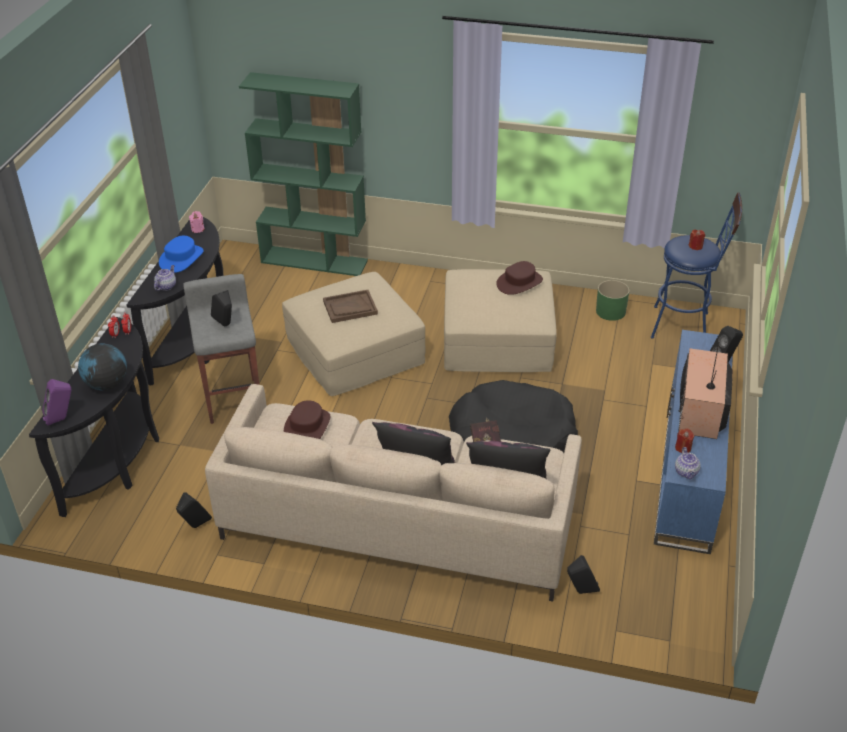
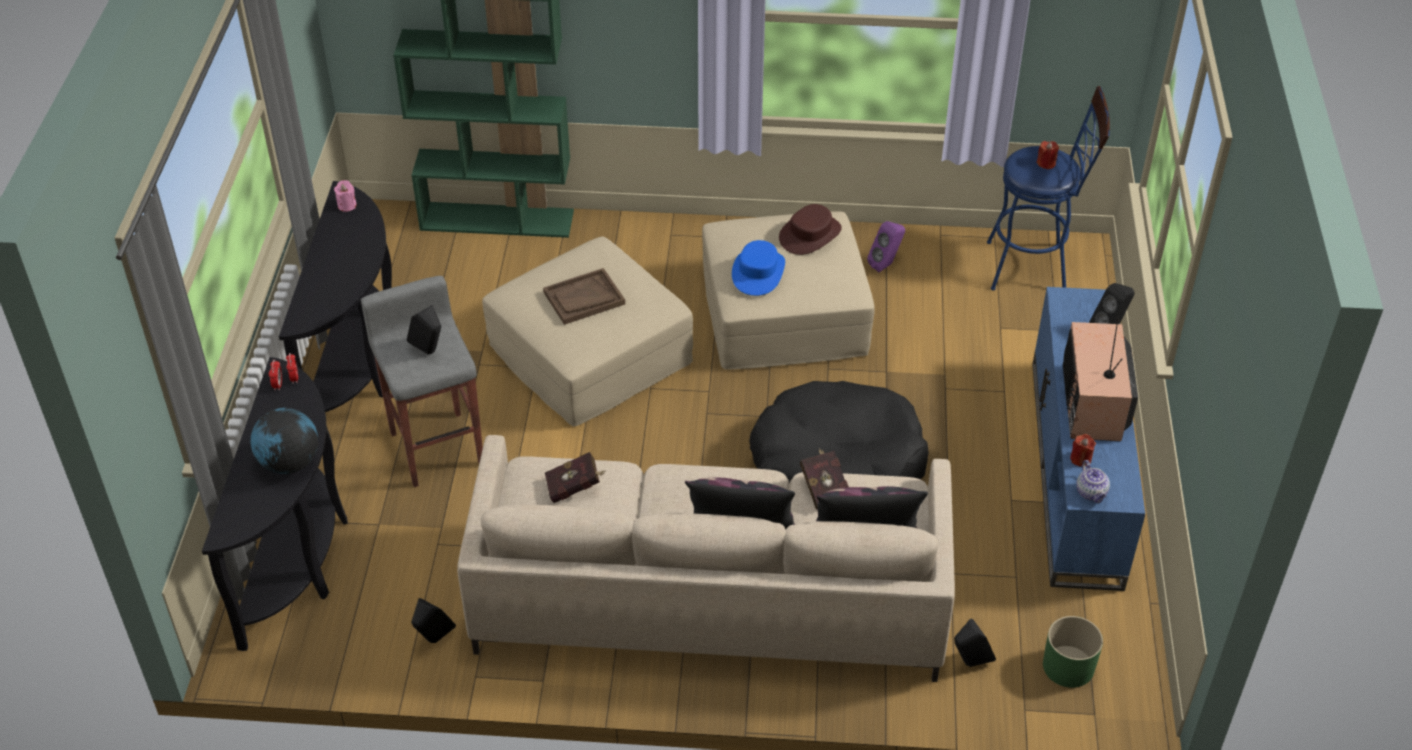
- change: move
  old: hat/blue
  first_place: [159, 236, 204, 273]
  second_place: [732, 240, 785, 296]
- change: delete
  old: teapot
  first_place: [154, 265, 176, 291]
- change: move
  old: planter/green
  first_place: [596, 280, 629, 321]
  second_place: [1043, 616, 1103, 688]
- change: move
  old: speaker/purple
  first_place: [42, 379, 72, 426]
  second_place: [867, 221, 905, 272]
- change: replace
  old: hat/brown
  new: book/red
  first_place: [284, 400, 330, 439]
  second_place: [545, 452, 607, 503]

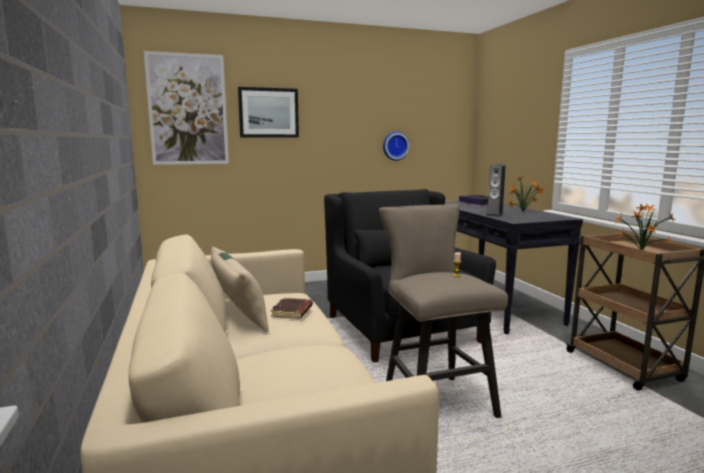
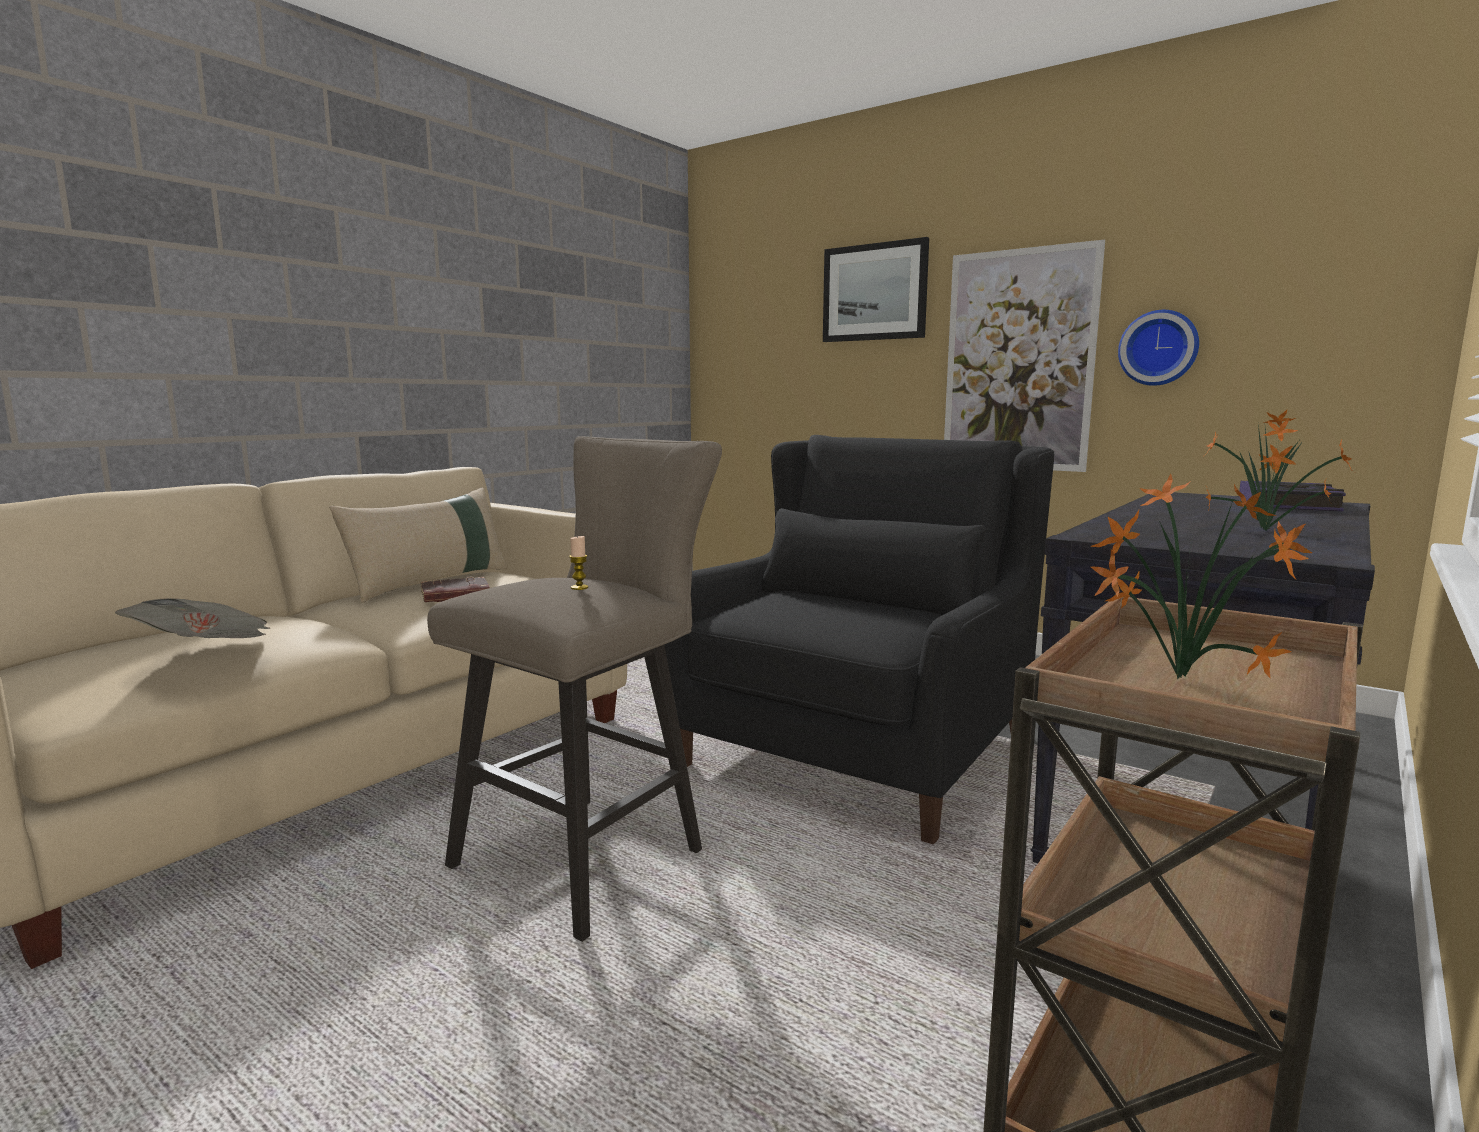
- change: move
  old: picture
  first_place: [144, 51, 229, 165]
  second_place: [944, 239, 1105, 472]
- change: delete
  old: speaker
  first_place: [486, 164, 506, 217]
- change: insert
  new: newspaper
  second_place: [115, 598, 270, 638]

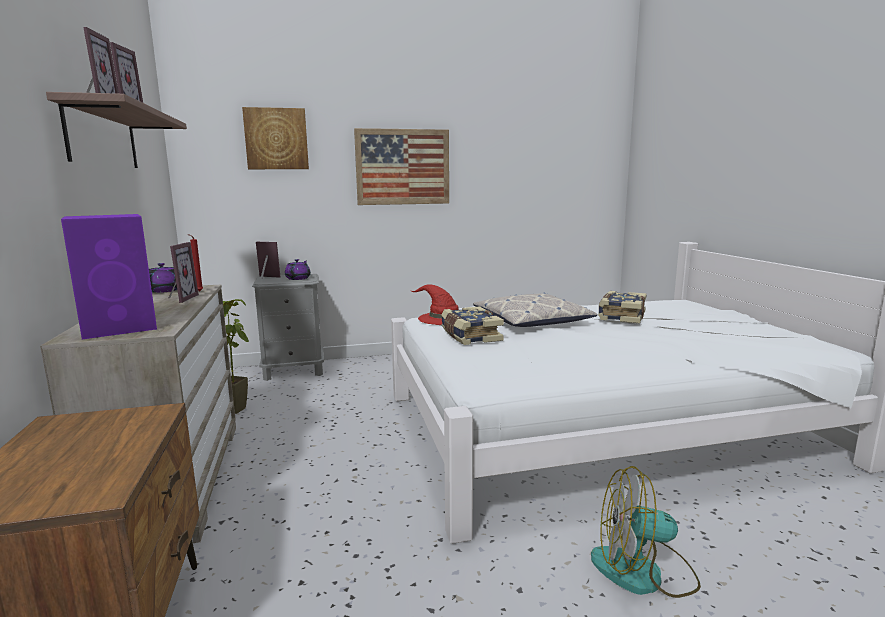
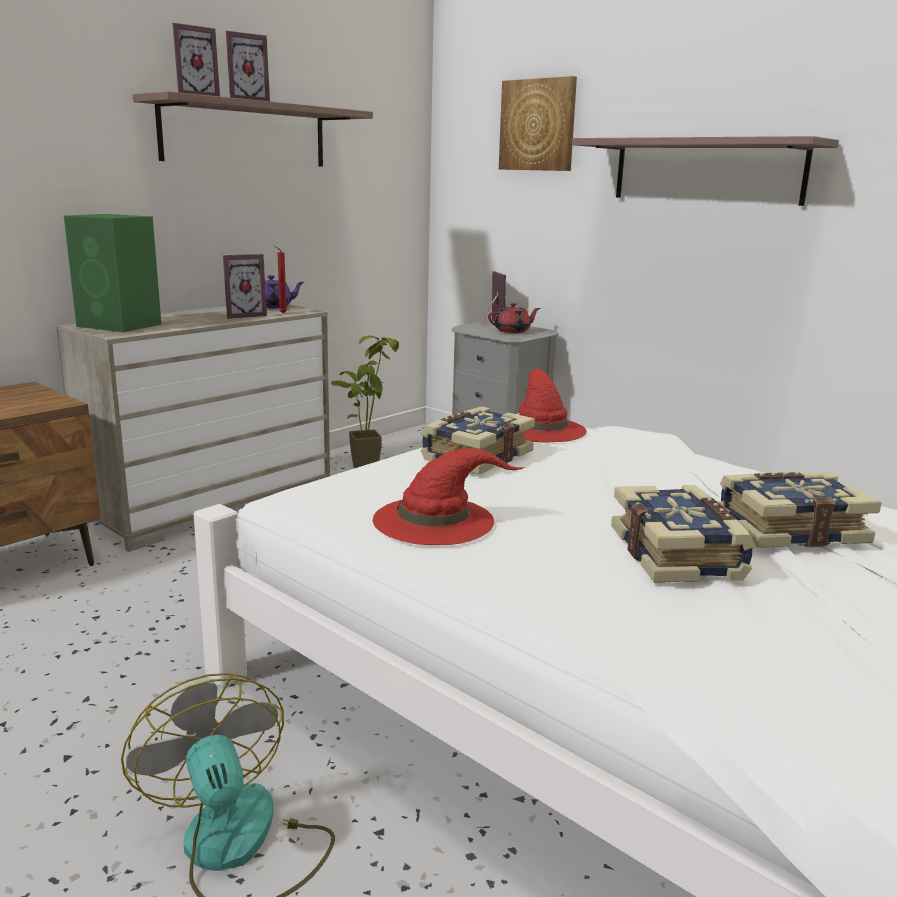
- change: replace
  old: picture
  new: shelf
  first_place: [354, 128, 449, 205]
  second_place: [572, 136, 839, 206]
- change: recolor
  old: speaker/purple
  new: speaker/green
  first_place: [61, 214, 157, 339]
  second_place: [64, 214, 161, 332]
- change: recolor
  old: teapot/purple
  new: teapot/red
  first_place: [285, 259, 311, 280]
  second_place: [488, 303, 540, 333]
- change: delete
  old: pillow
  first_place: [473, 292, 598, 327]
- change: insert
  new: hat/red
  second_place: [373, 448, 524, 545]
- change: insert
  new: book
  second_place: [611, 485, 755, 583]

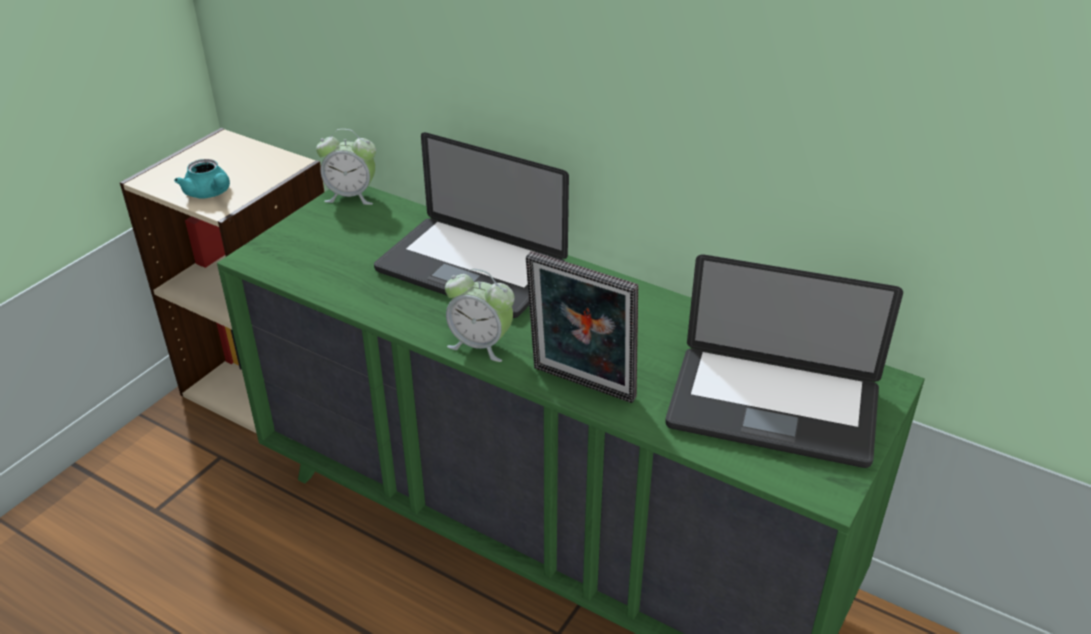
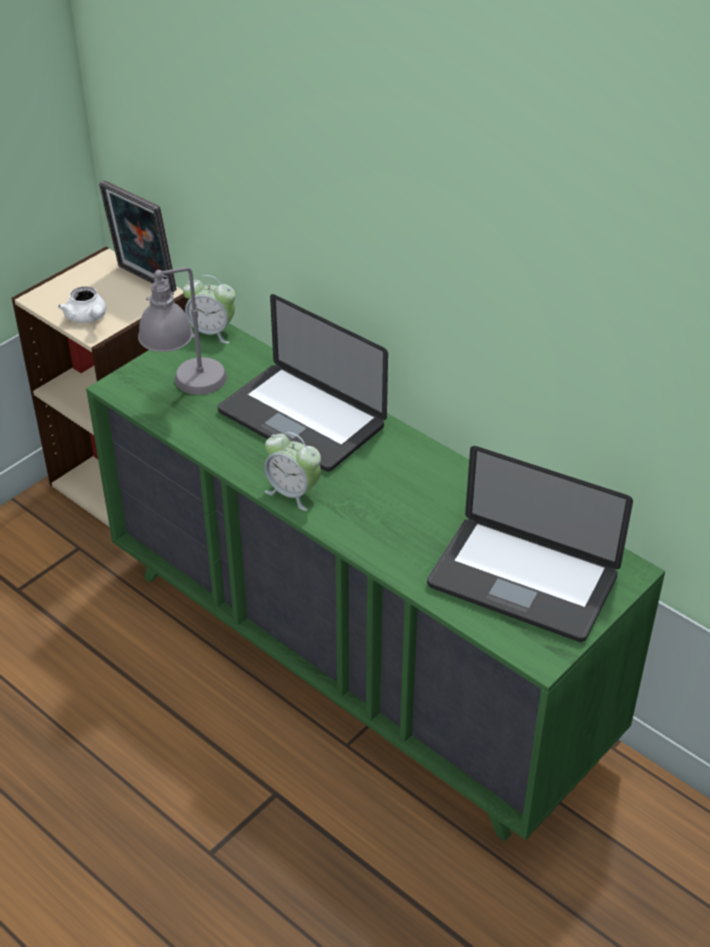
- change: recolor
  old: teapot/turquoise
  new: teapot/white
  first_place: [174, 159, 230, 199]
  second_place: [58, 286, 106, 323]
- change: move
  old: picture frame
  first_place: [526, 251, 638, 403]
  second_place: [99, 180, 177, 292]
- change: insert
  new: table lamp/grey
  second_place: [138, 267, 227, 395]

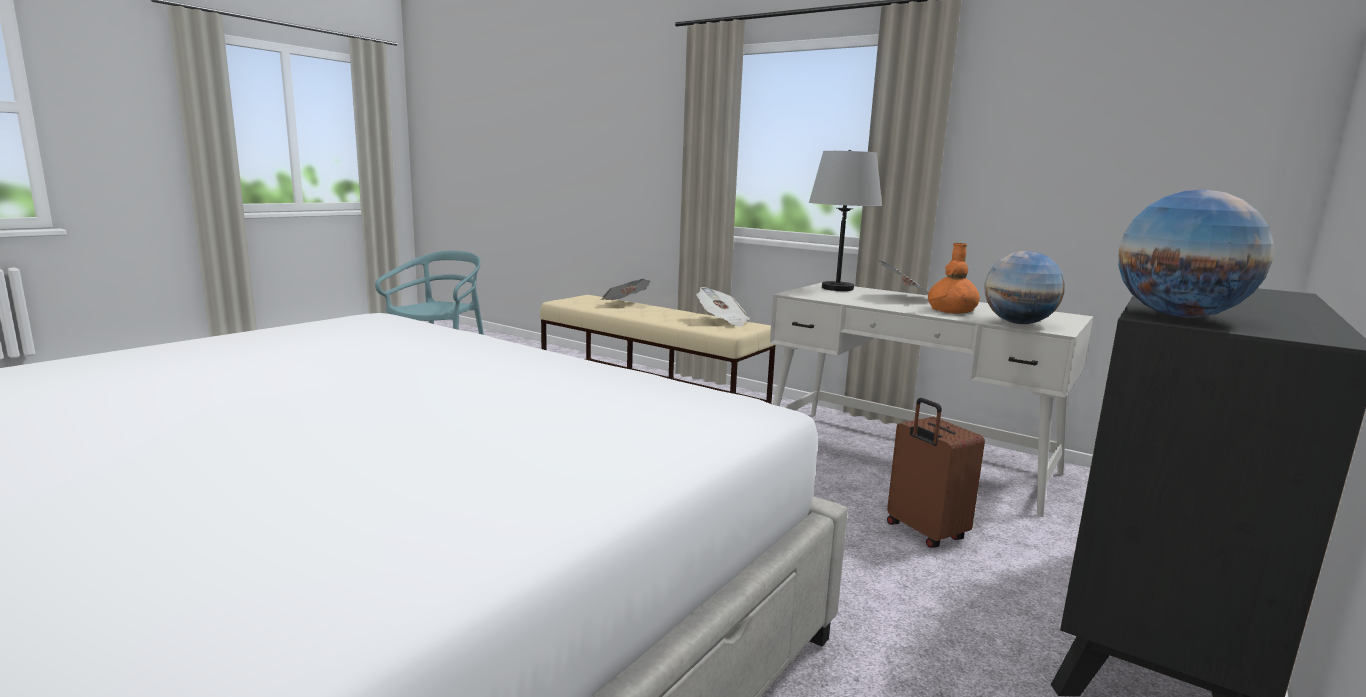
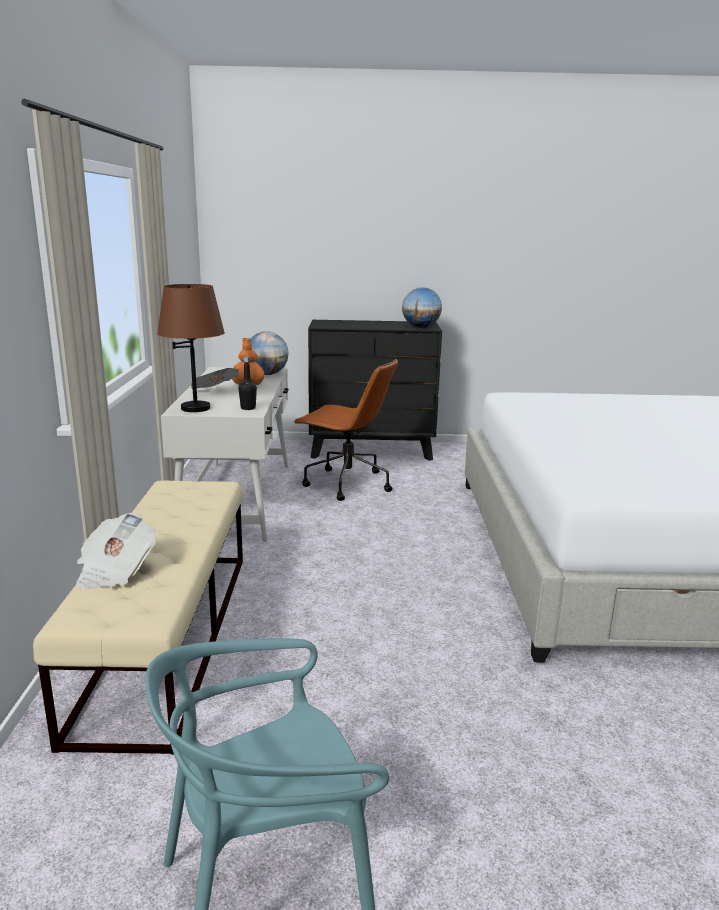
- change: recolor
  old: table lamp/grey
  new: table lamp/brown
  first_place: [809, 150, 882, 291]
  second_place: [157, 284, 225, 412]
- change: delete
  old: newspaper
  first_place: [697, 287, 750, 327]
- change: replace
  old: suitcase/brown
  new: office chair/brown
  first_place: [887, 398, 985, 548]
  second_place: [294, 358, 398, 501]
- change: insert
  new: bottle/black
  second_place: [238, 356, 257, 410]

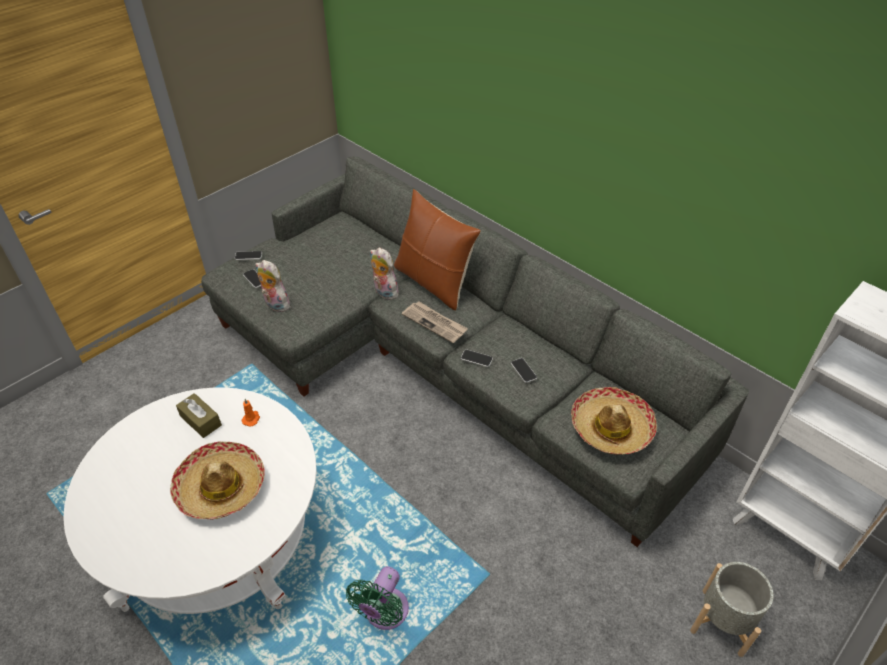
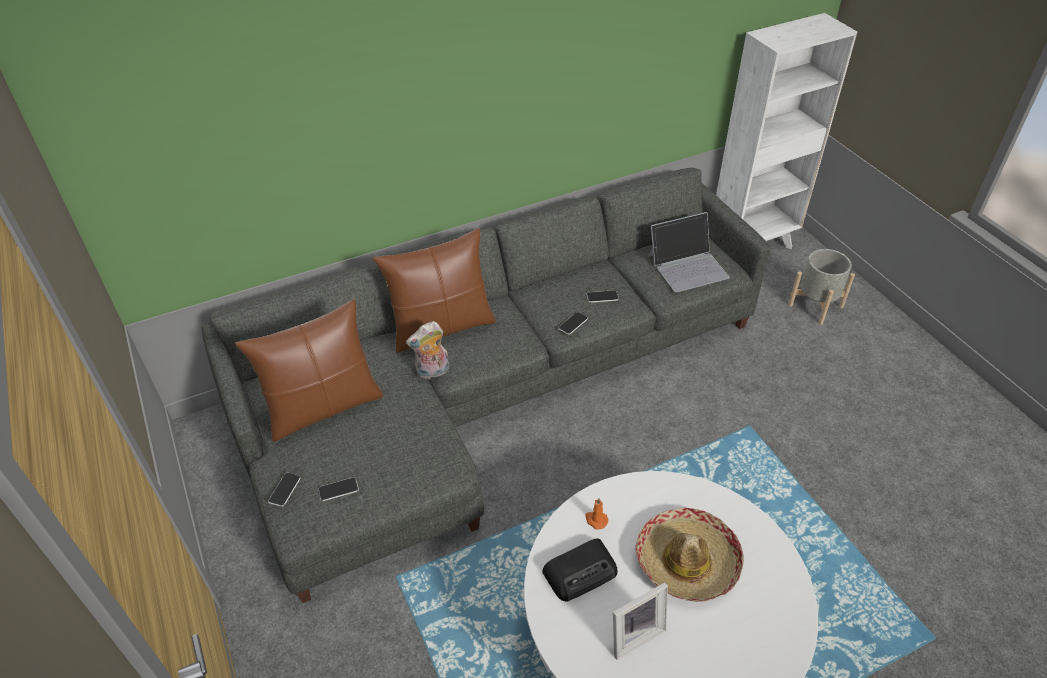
- change: delete
  old: plush toy
  first_place: [255, 260, 292, 312]
- change: delete
  old: newspaper
  first_place: [402, 302, 468, 343]
- change: replace
  old: hat
  new: laptop
  first_place: [571, 387, 657, 455]
  second_place: [648, 212, 730, 292]
- change: replace
  old: tissue box/brown
  new: radio
  first_place: [176, 393, 222, 438]
  second_place: [542, 539, 618, 601]
- change: delete
  old: fan/green
  first_place: [346, 566, 409, 630]
- change: insert
  new: pillow/brown
  second_place: [235, 299, 383, 442]
- change: insert
  new: picture frame
  second_place: [613, 582, 668, 660]

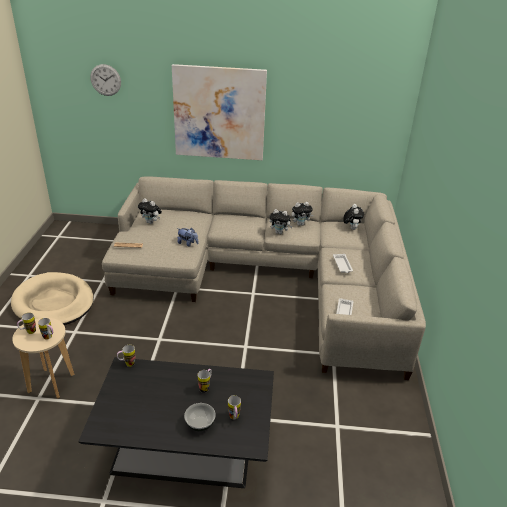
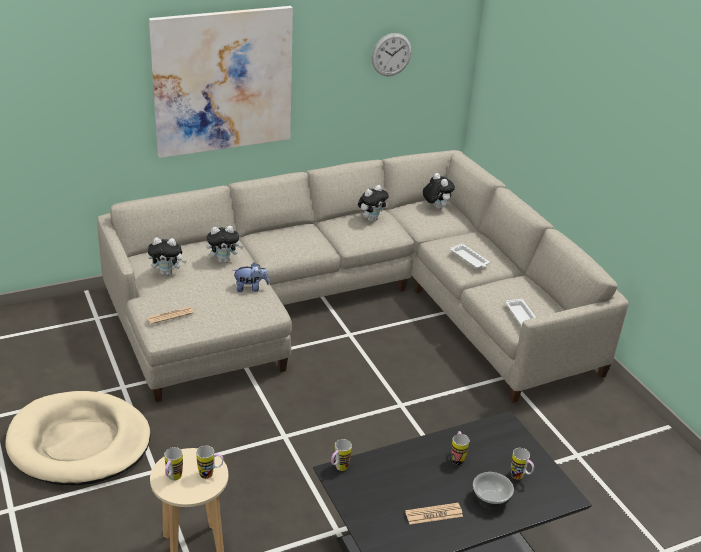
- change: move
  old: wall clock
  first_place: [90, 64, 121, 96]
  second_place: [372, 33, 412, 76]
- change: move
  old: plush toy
  first_place: [269, 209, 293, 234]
  second_place: [206, 226, 244, 263]
- change: insert
  new: newspaper
  second_place: [405, 503, 463, 525]

